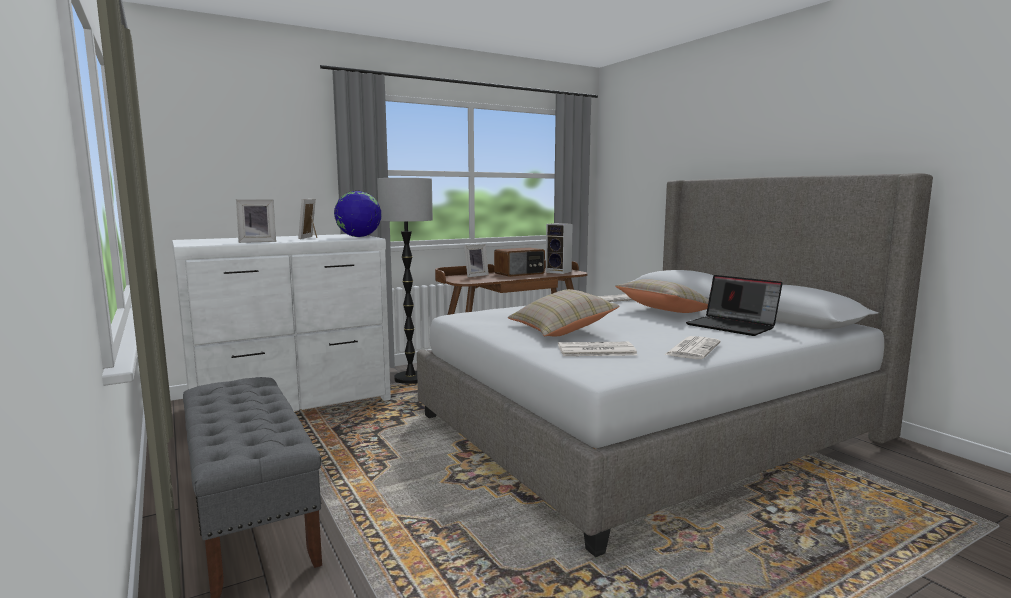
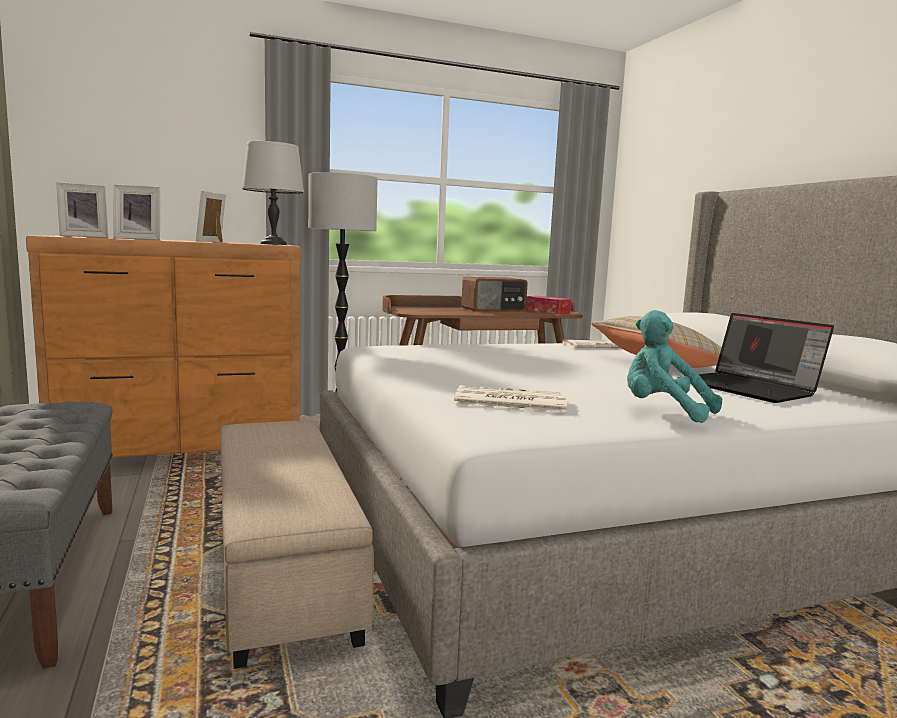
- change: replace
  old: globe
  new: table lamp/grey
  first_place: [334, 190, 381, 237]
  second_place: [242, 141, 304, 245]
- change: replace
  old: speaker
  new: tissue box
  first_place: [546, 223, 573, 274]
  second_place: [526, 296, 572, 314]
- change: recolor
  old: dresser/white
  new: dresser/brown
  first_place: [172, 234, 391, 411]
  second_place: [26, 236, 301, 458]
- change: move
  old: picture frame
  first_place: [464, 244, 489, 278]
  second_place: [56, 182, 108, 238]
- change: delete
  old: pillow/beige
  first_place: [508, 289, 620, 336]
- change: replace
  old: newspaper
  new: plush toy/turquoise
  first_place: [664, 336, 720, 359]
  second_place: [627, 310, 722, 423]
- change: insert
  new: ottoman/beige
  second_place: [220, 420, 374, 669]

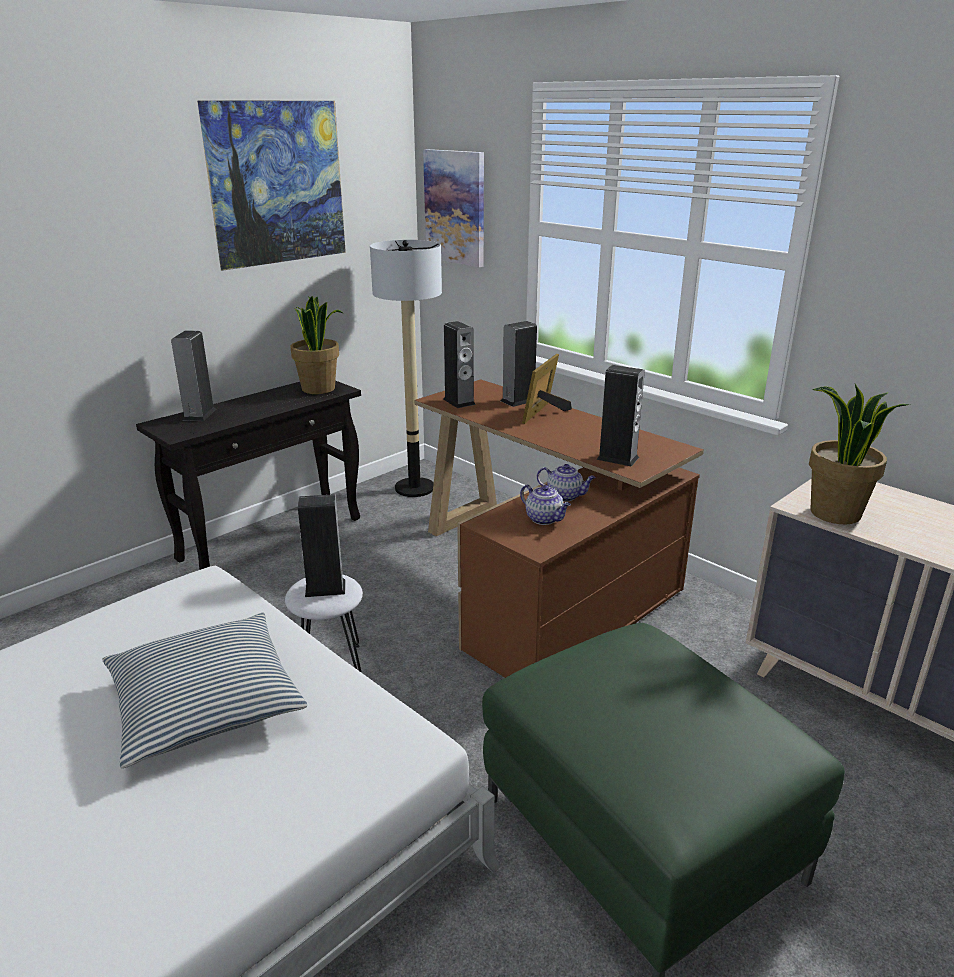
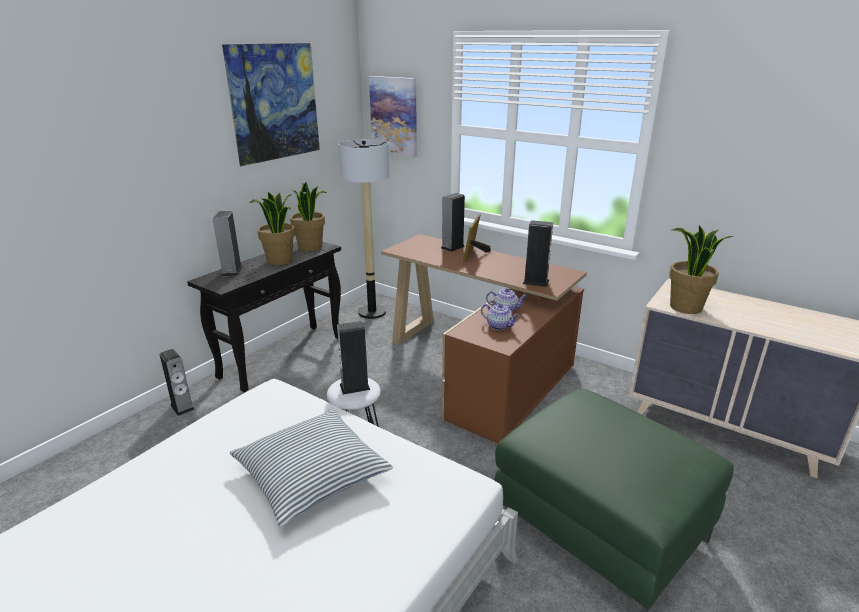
- change: move
  old: speaker
  first_place: [443, 321, 476, 408]
  second_place: [160, 349, 195, 416]
- change: insert
  new: potted plant
  second_place: [250, 192, 295, 265]

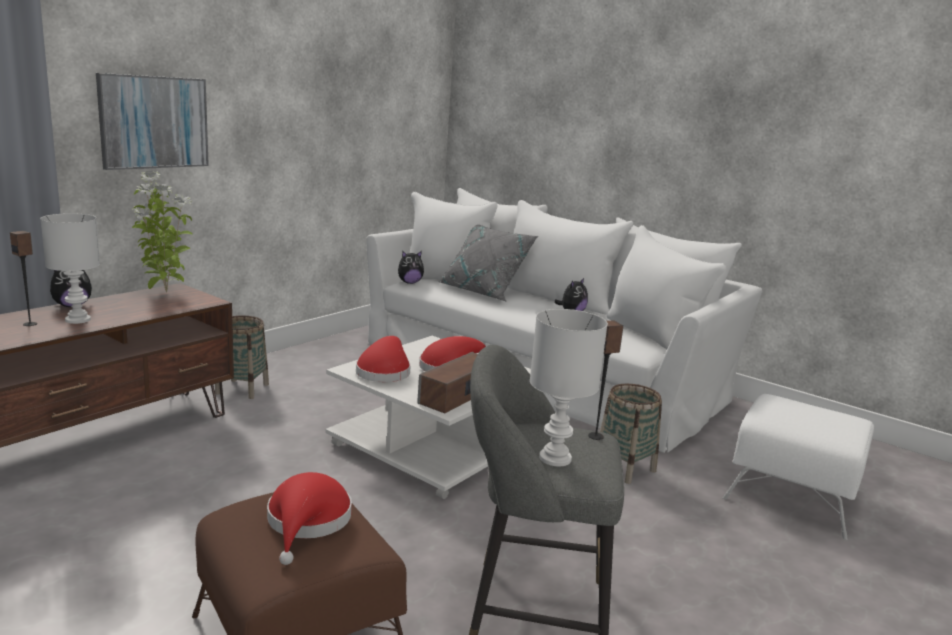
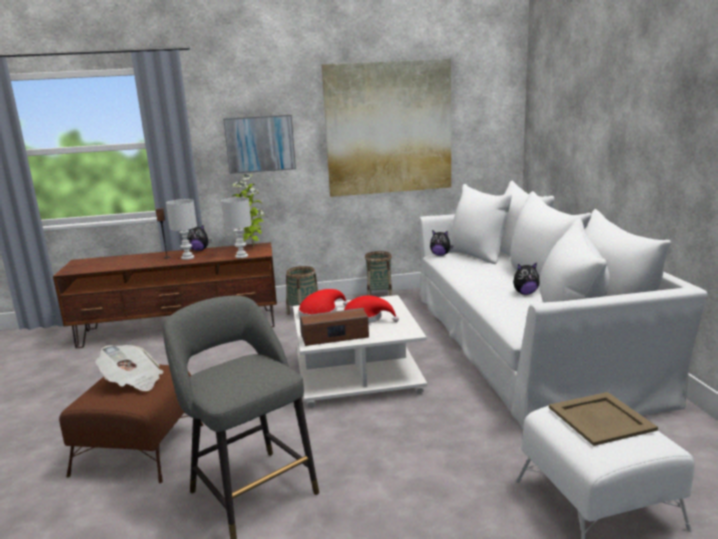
- change: delete
  old: pillow/grey
  first_place: [438, 225, 538, 302]
- change: move
  old: table lamp/white
  first_place: [530, 309, 608, 466]
  second_place: [222, 197, 252, 258]
- change: delete
  old: speaker
  first_place: [588, 320, 624, 440]
- change: move
  old: basket
  first_place: [600, 384, 662, 484]
  second_place: [365, 251, 392, 296]
- change: replace
  old: hat/red
  new: newspaper
  first_place: [267, 472, 352, 565]
  second_place: [95, 345, 164, 391]
- change: insert
  new: picture
  second_place: [322, 59, 451, 197]
- change: insert
  new: tray/beige
  second_place: [549, 392, 658, 446]

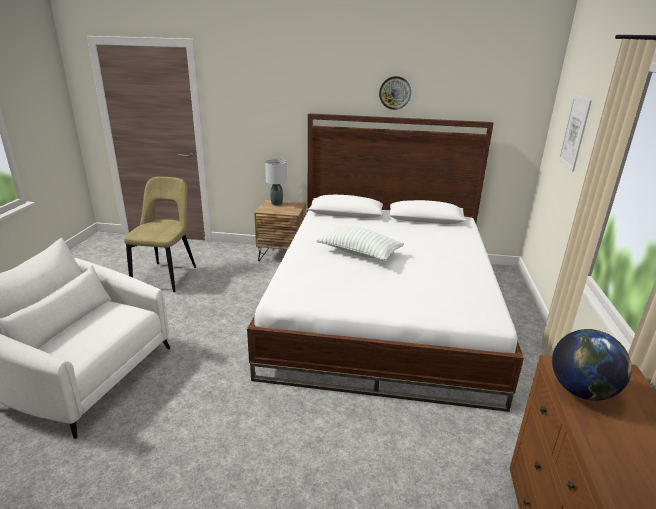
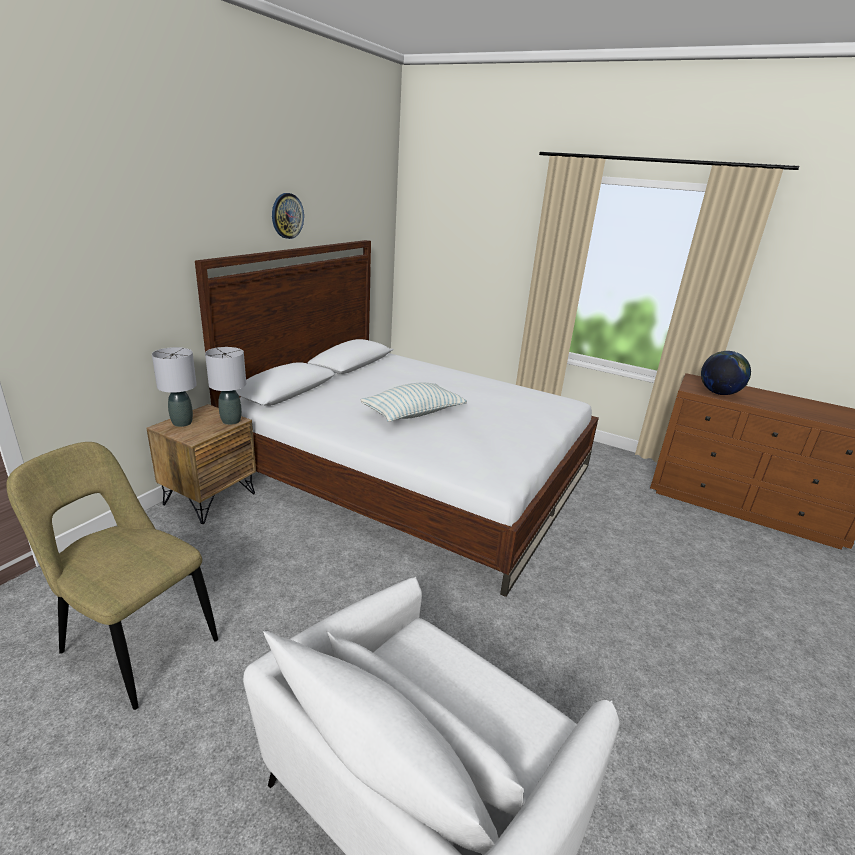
- change: delete
  old: picture
  first_place: [558, 94, 592, 172]
- change: insert
  new: table lamp/grey
  second_place: [205, 347, 246, 425]

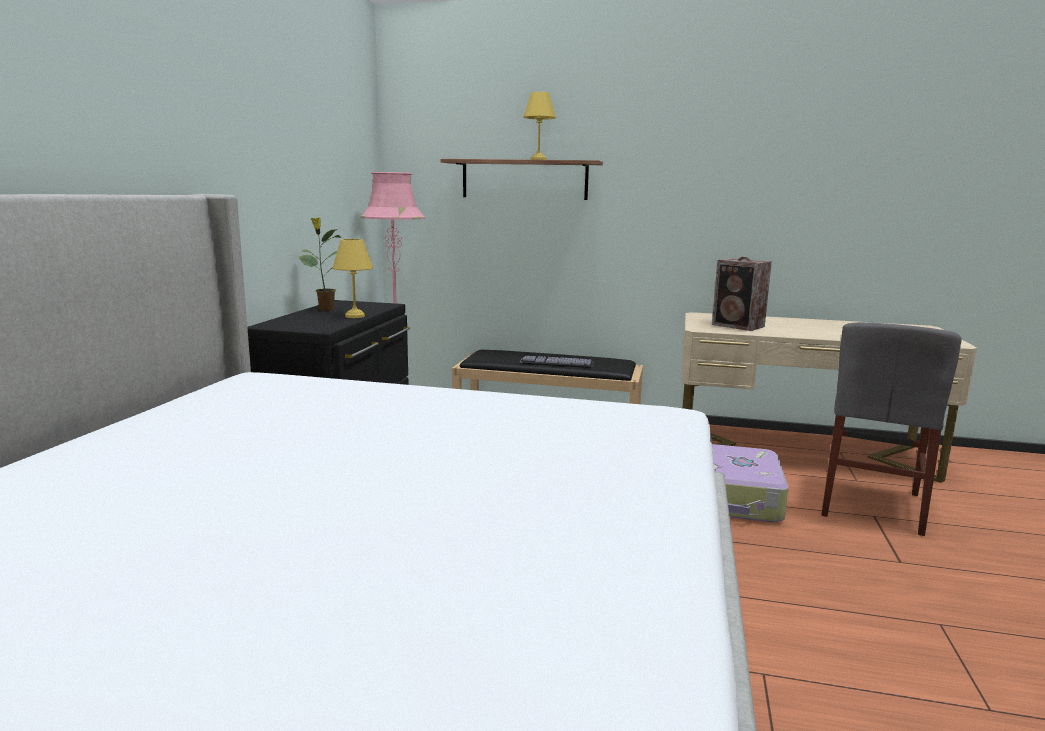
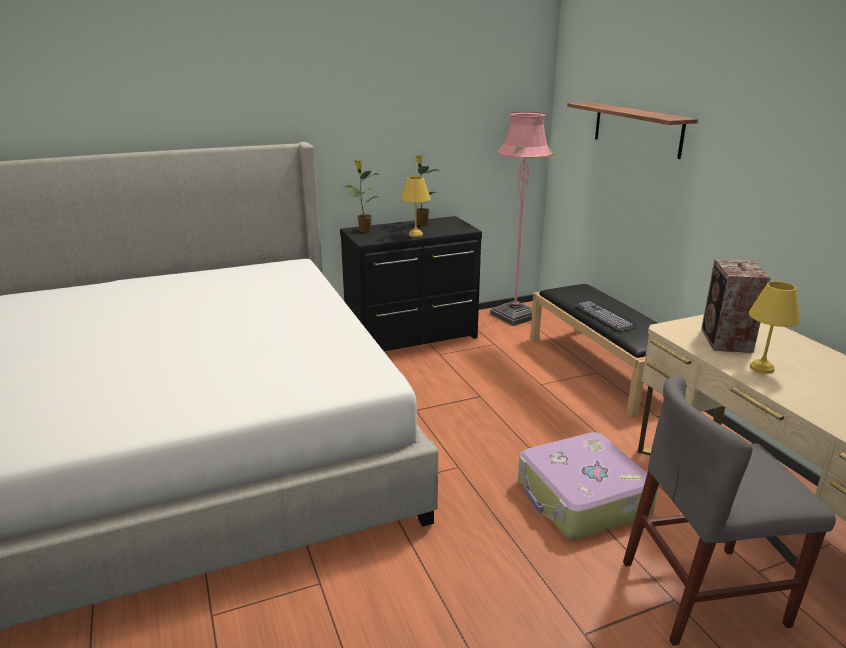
- change: move
  old: table lamp/yellow
  first_place: [523, 92, 556, 160]
  second_place: [749, 281, 801, 374]
- change: insert
  new: potted plant
  second_place: [345, 160, 380, 232]

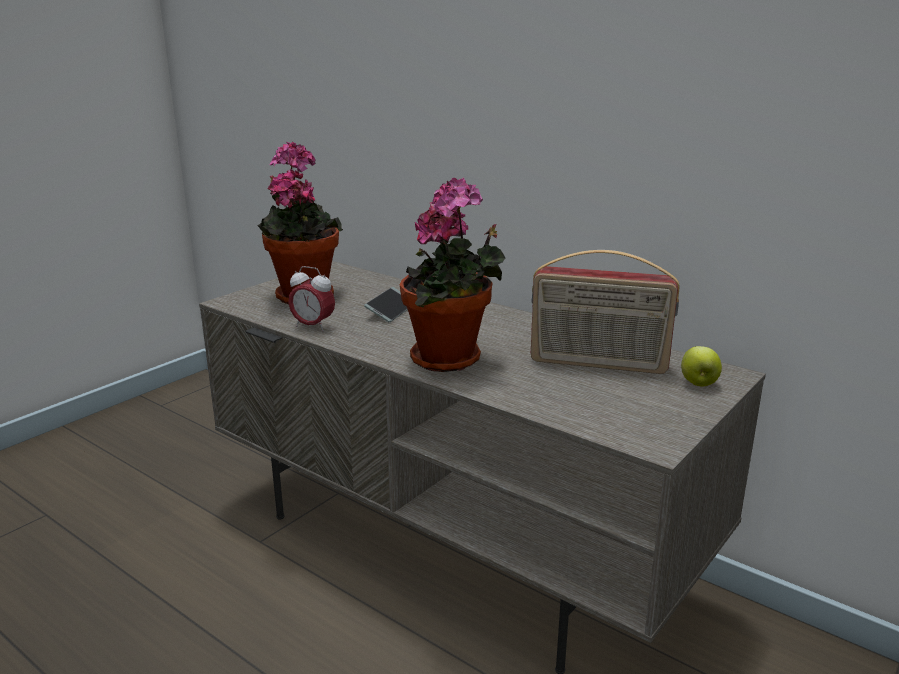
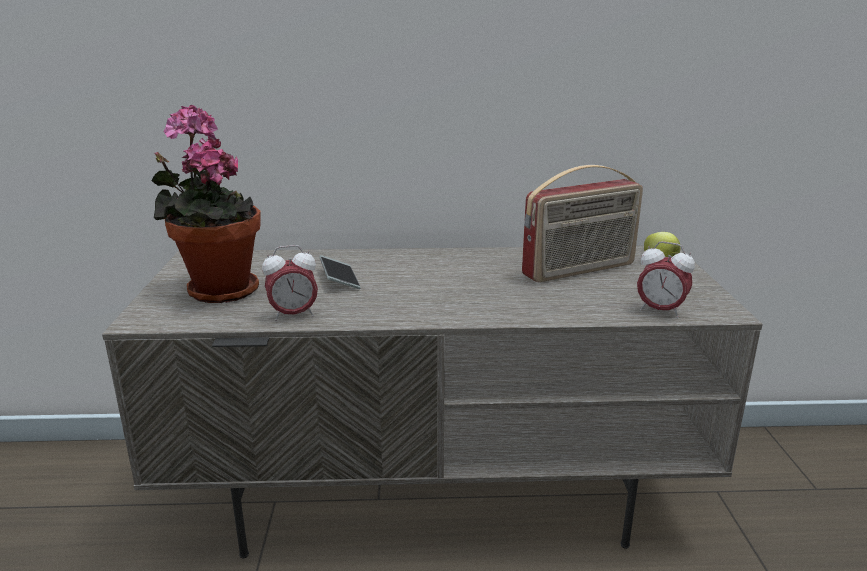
- change: delete
  old: potted plant
  first_place: [400, 178, 505, 372]
- change: insert
  new: alarm clock
  second_place: [637, 241, 695, 318]

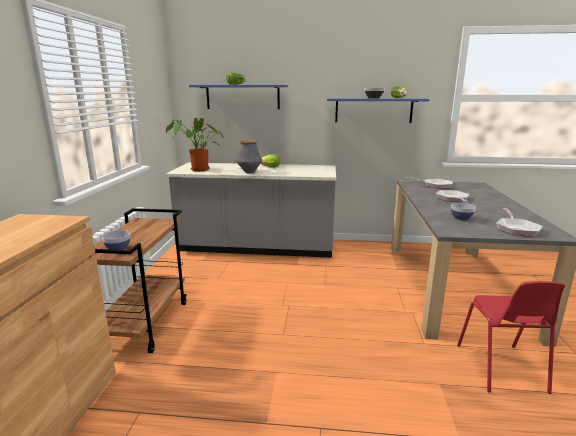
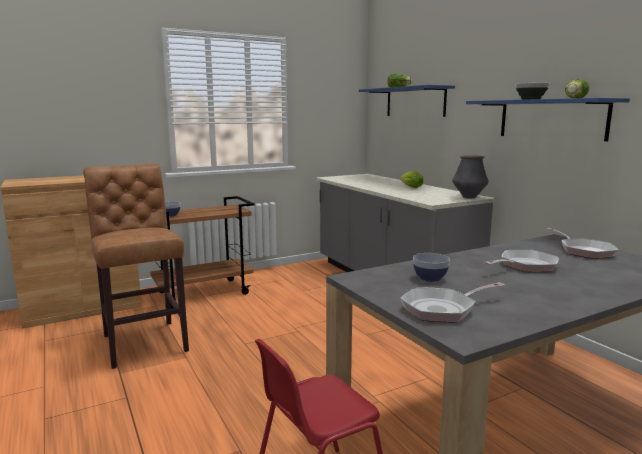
- change: delete
  old: potted plant
  first_place: [166, 118, 223, 172]
- change: move
  old: vase
  first_place: [236, 140, 262, 174]
  second_place: [452, 155, 489, 199]
- change: insert
  new: stool/brown
  second_place: [83, 164, 189, 369]

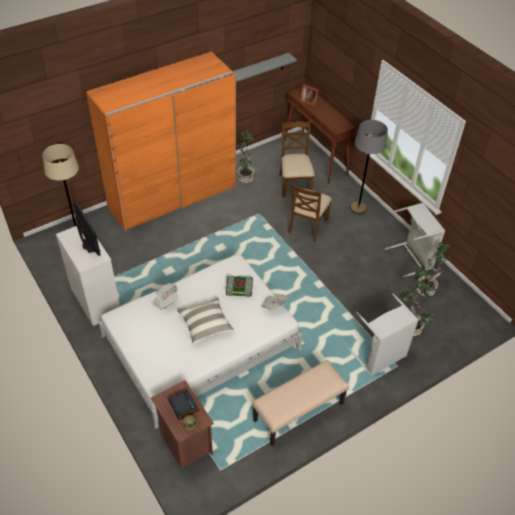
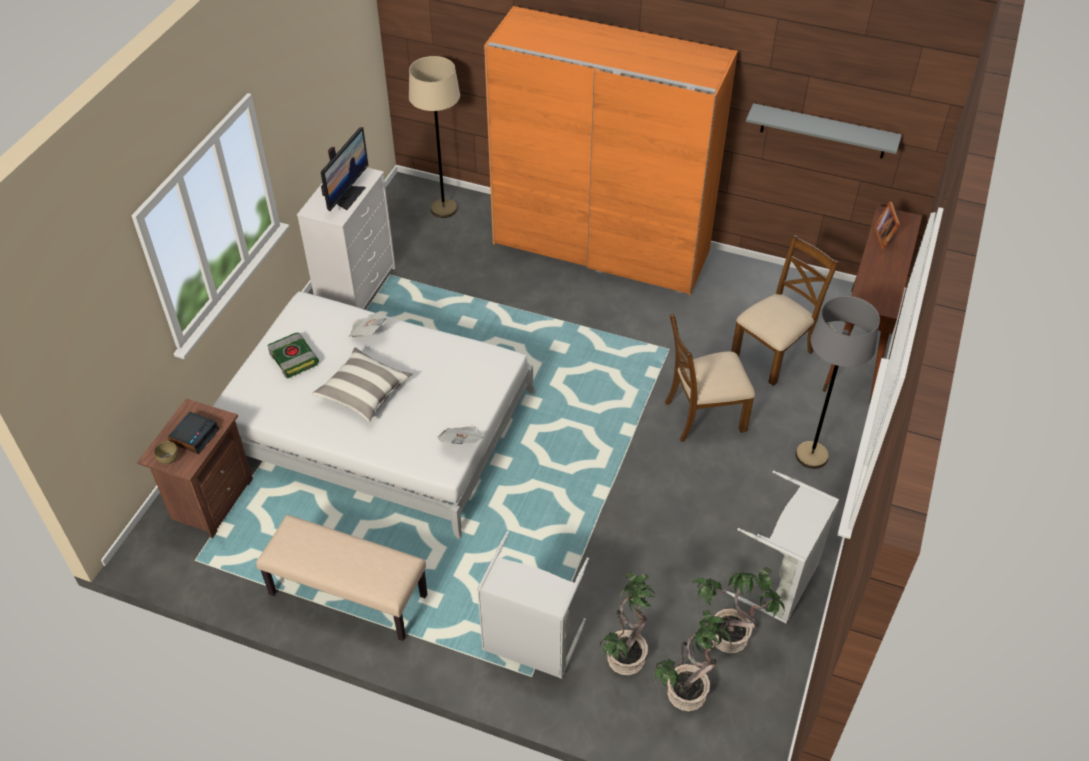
- change: move
  old: potted plant
  first_place: [237, 130, 255, 183]
  second_place: [655, 610, 731, 711]
- change: move
  old: book
  first_place: [226, 276, 253, 297]
  second_place: [268, 333, 319, 378]

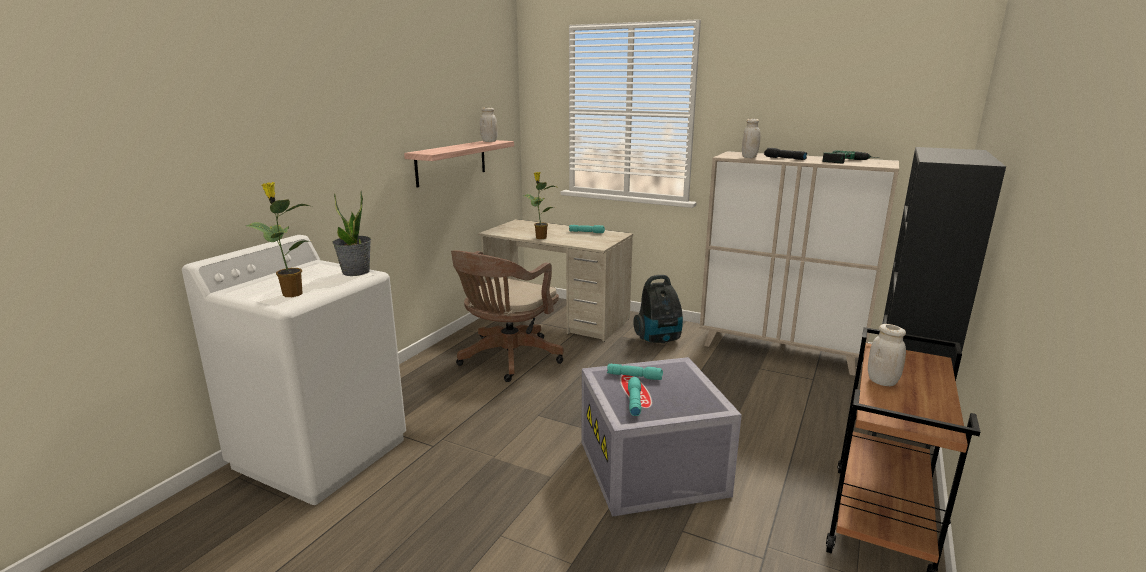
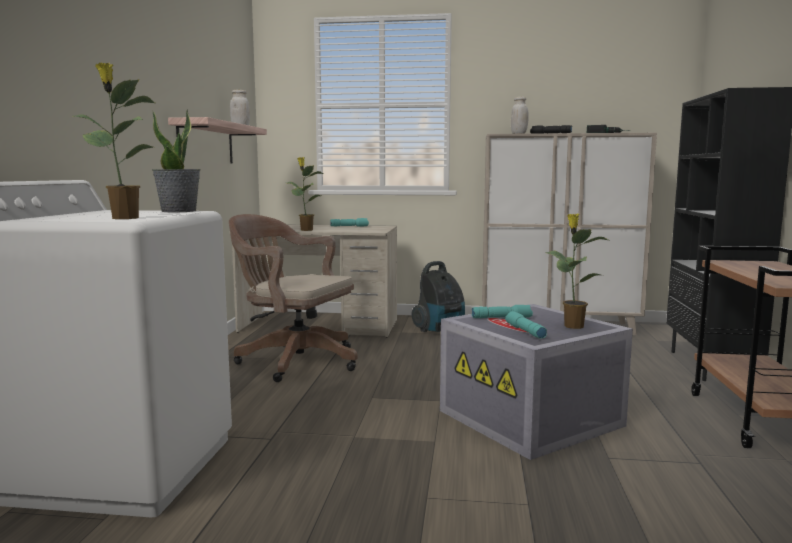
- change: rotate
  old: office chair/brown
  first_place: [451, 250, 564, 382]
  second_place: [229, 214, 358, 382]
  degrees: 105
- change: delete
  old: jar/white
  first_place: [868, 324, 906, 386]
- change: insert
  new: potted plant
  second_place: [545, 214, 608, 329]

